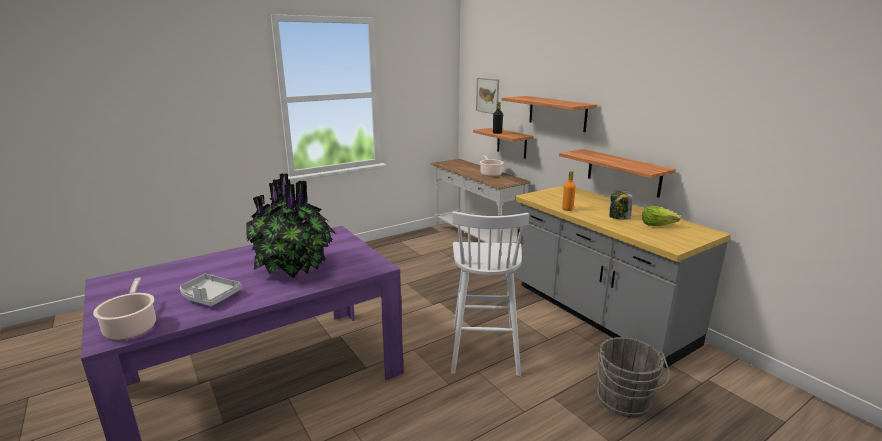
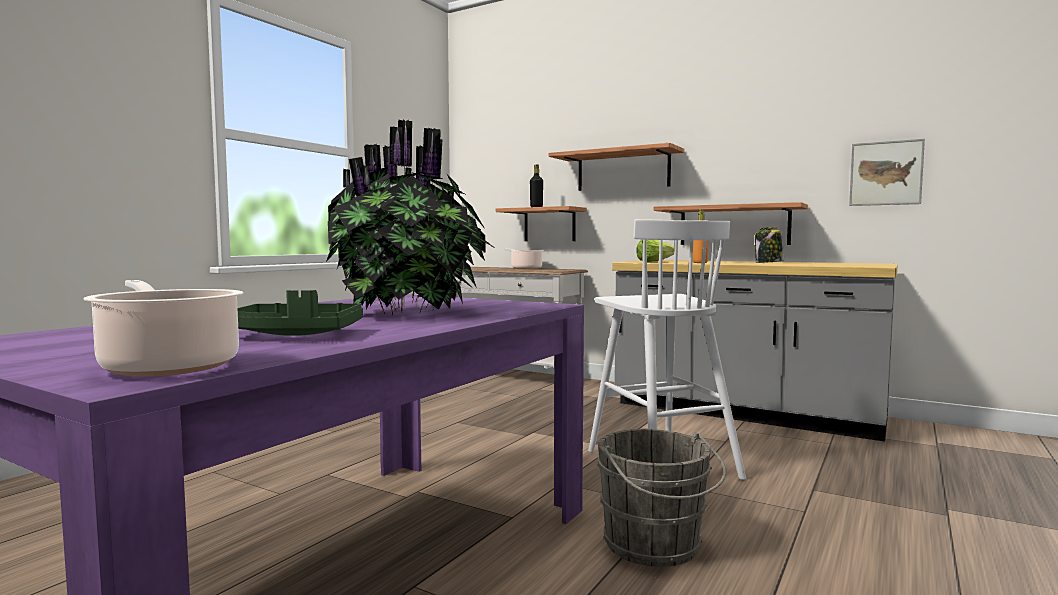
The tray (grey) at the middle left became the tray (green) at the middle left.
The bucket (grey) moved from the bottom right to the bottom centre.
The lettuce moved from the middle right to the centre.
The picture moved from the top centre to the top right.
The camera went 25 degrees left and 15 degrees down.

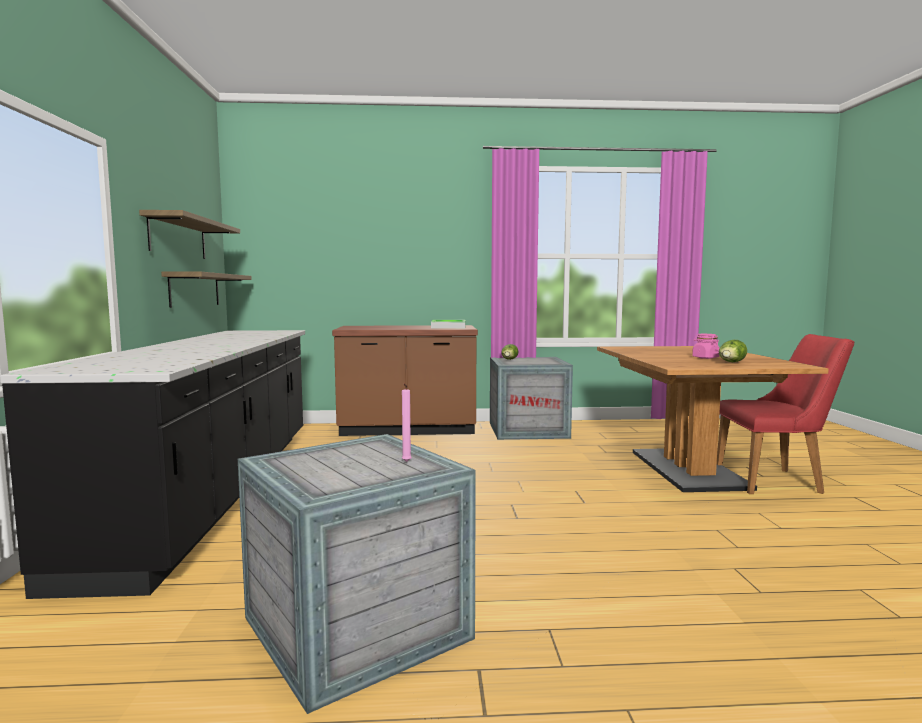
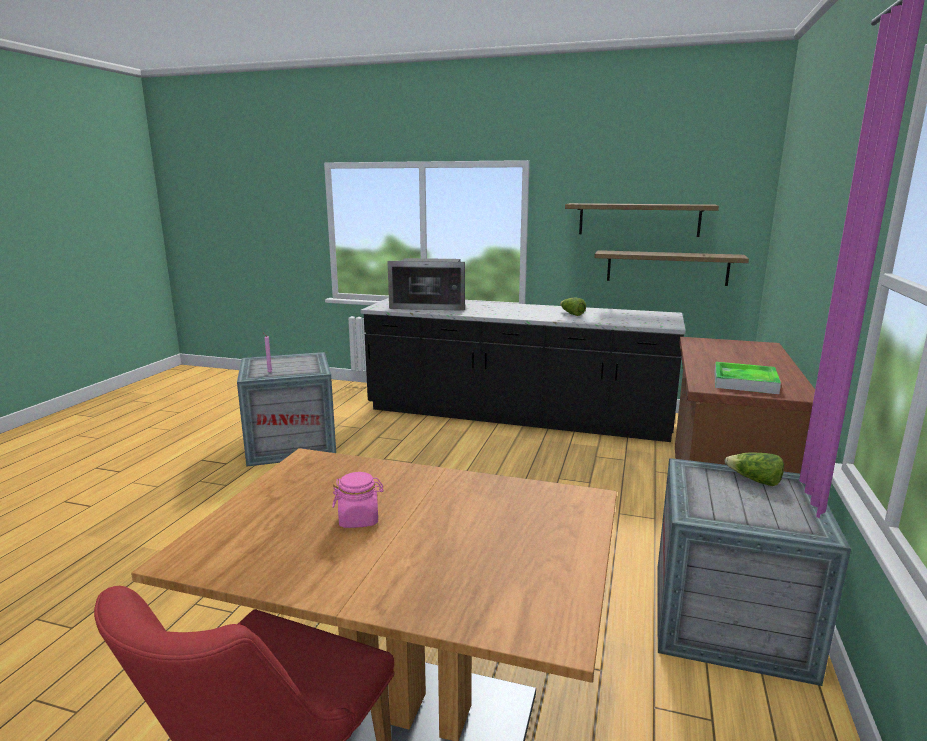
The microwave at the centre appeared.
The lettuce (no. 2 from left in the first image) moved from the middle right to the centre.
The camera went 110 degrees right and 10 degrees up.

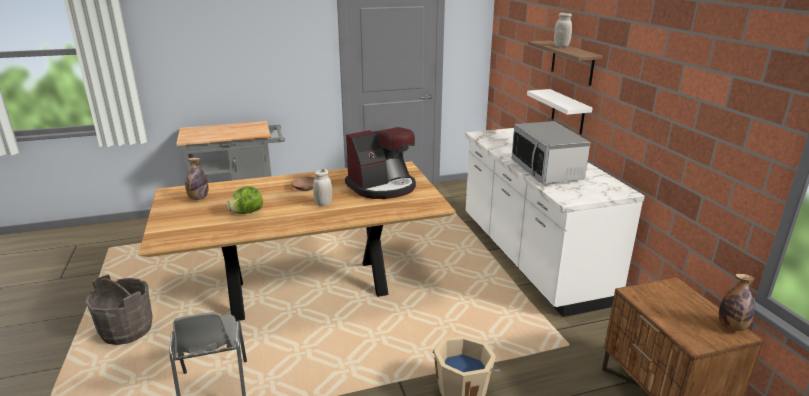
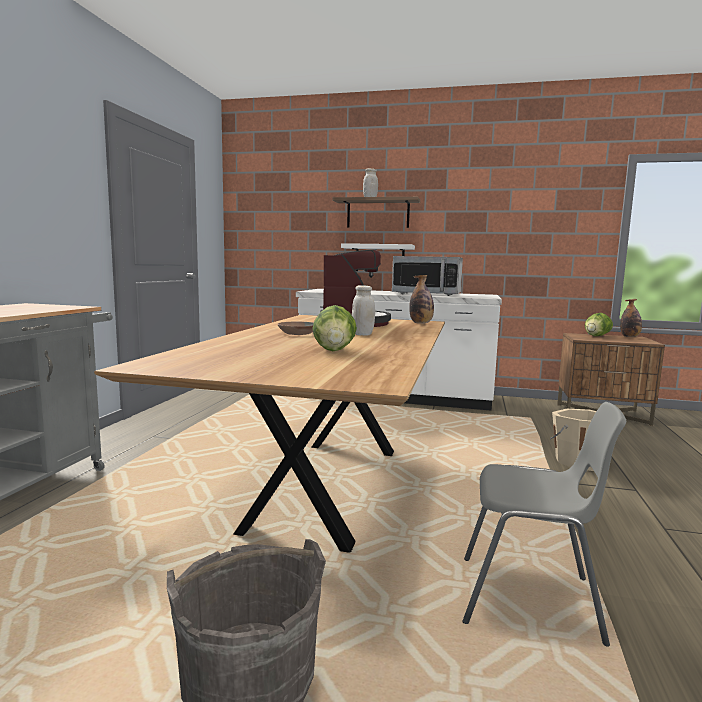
The bottle (no. 1 from left) moved from the middle left to the centre.
The lettuce (no. 2 from left) at the middle right appeared.
The camera went 60 degrees left and 15 degrees down.

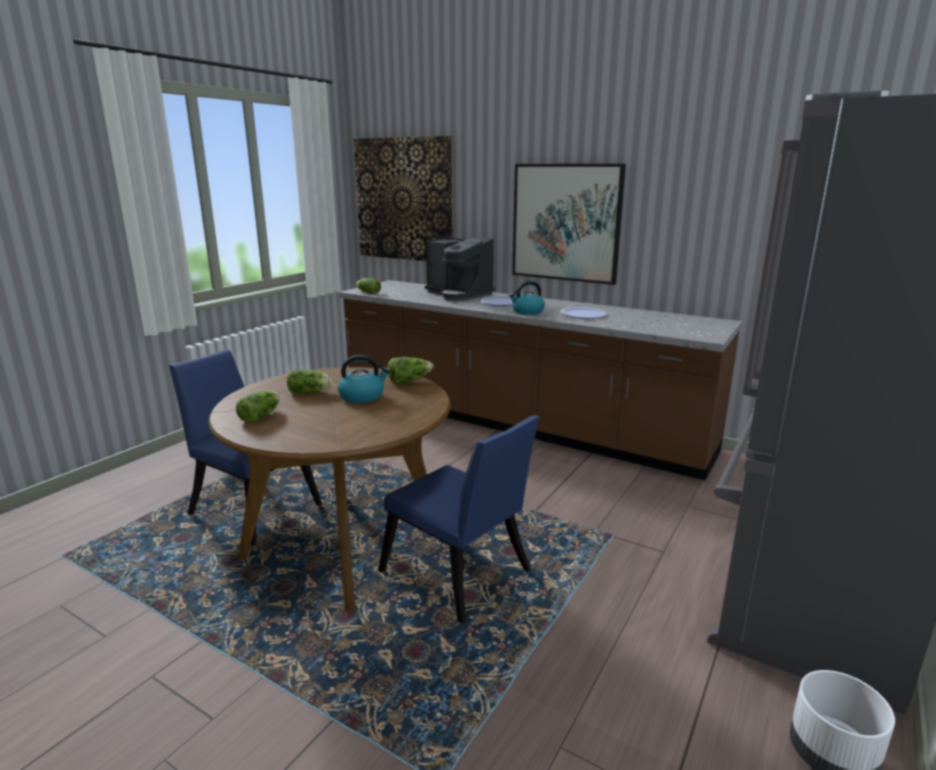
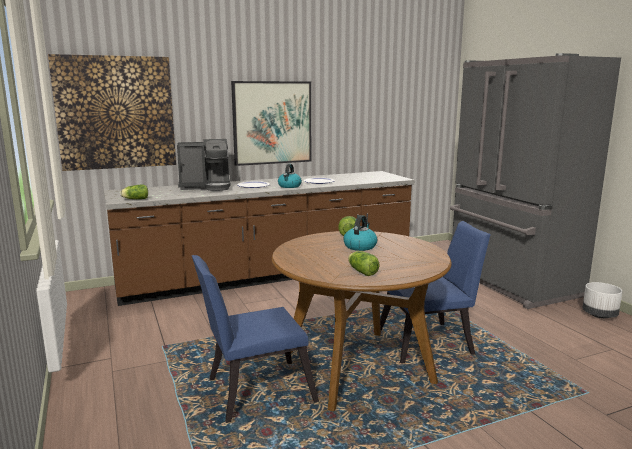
The lettuce (no. 2 from left) at the middle left disappeared.
The camera went 55 degrees left and 5 degrees down.

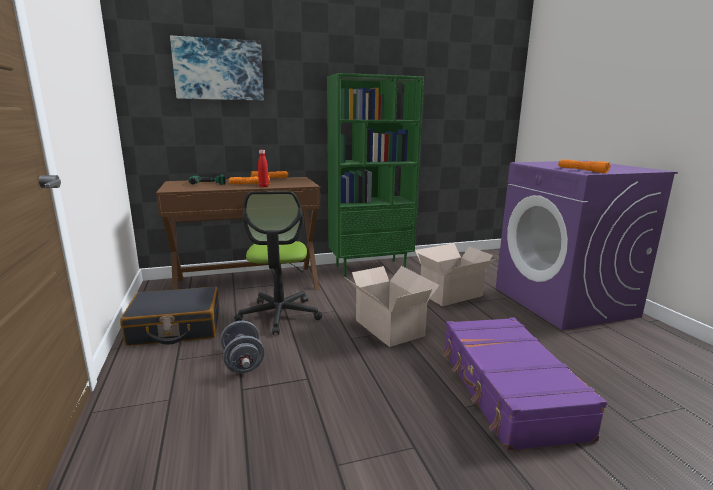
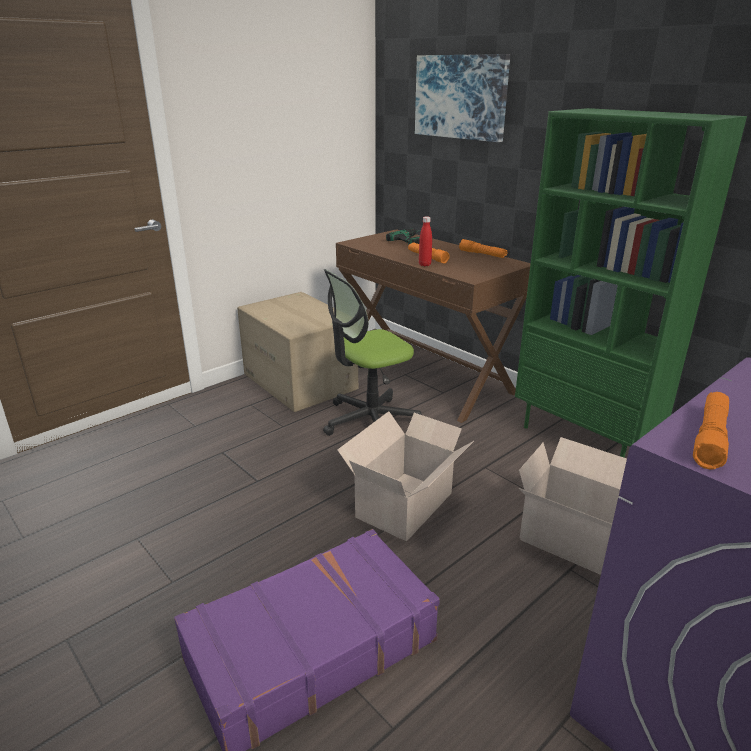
The suitcase (black) at the middle left was replaced by the cardboard box (no. 1 from left) at the centre.
The dumbbell (grey) at the bottom centre disappeared.
The camera went 65 degrees right and 10 degrees up.

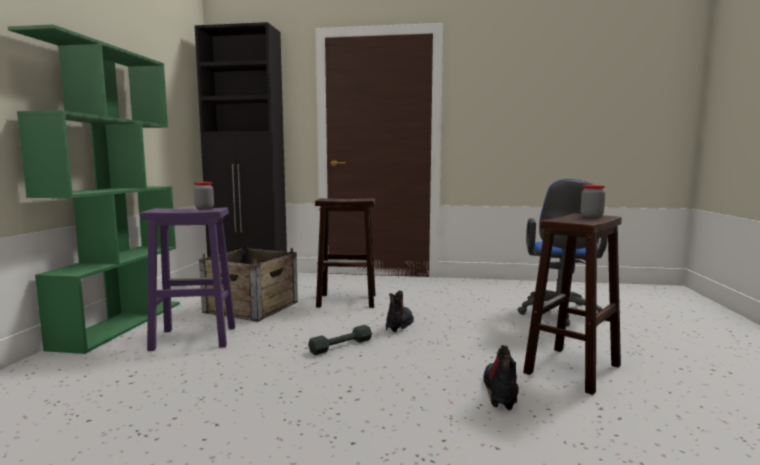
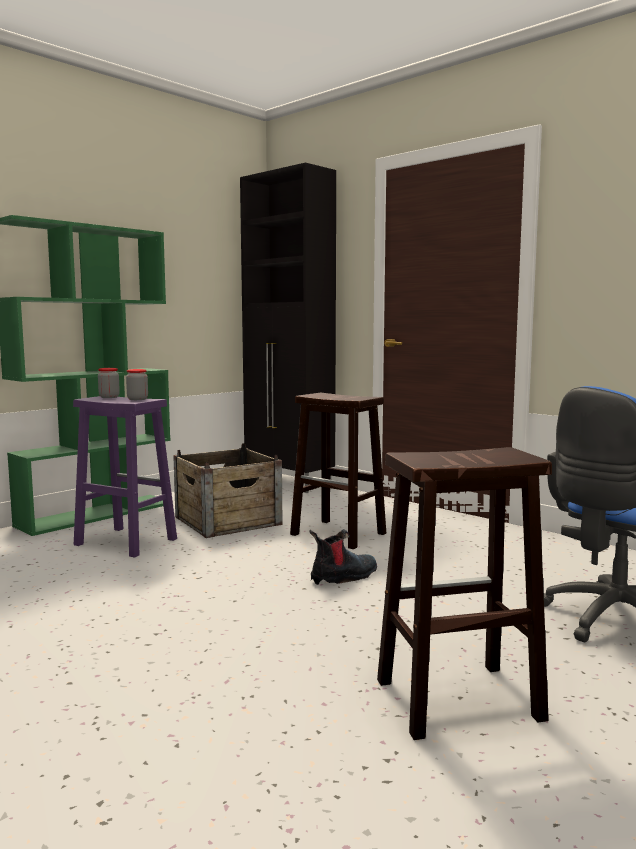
The jar (no. 2 from left in the first image) moved from the middle right to the middle left.
The dumbbell (grey) at the bottom centre disappeared.
The boot (no. 2 from left) at the bottom centre disappeared.
The camera went 35 degrees right and 0 degrees up.

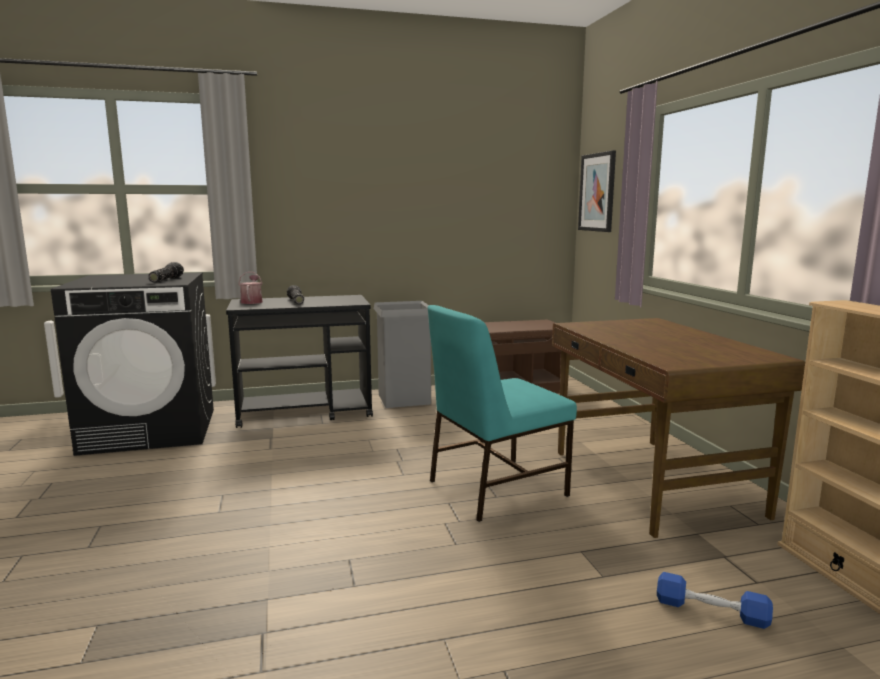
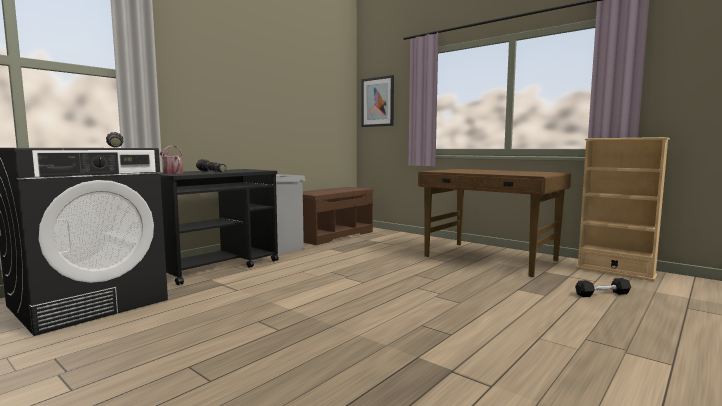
The dumbbell (blue) at the bottom right became the dumbbell (black) at the bottom right.
The chair (turquoise) at the centre disappeared.
The camera went 35 degrees left and 5 degrees down.

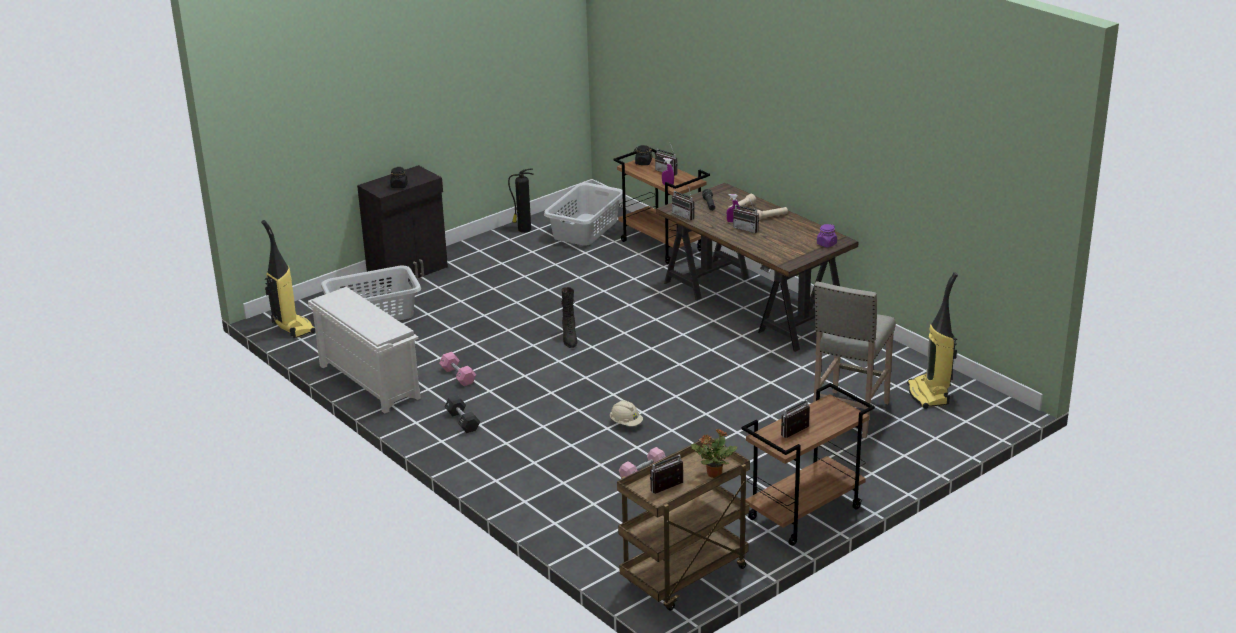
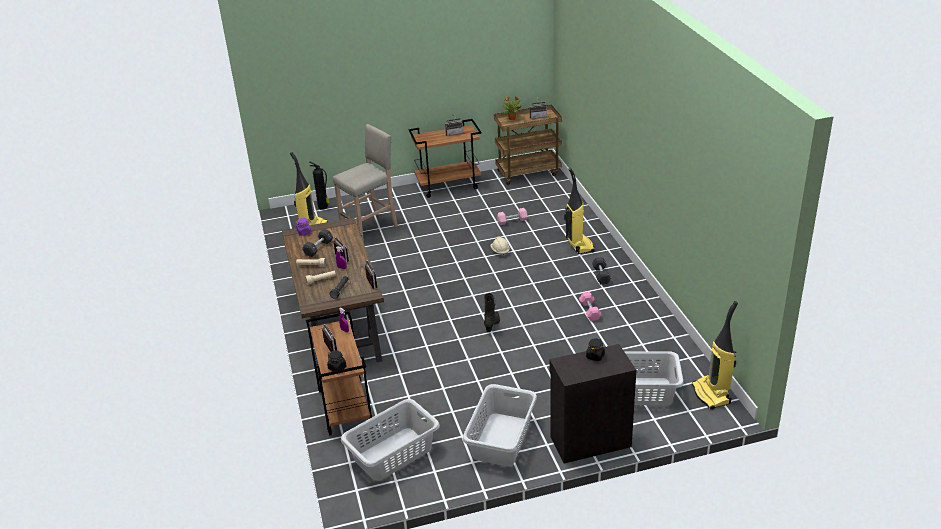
The dumbbell (black) (no. 1 from left) at the centre appeared.
The fire extinguisher moved from the top centre to the centre.
The laundry basket (grey) (no. 2 from left) at the bottom centre appeared.
The vacuum cleaner (no. 2 from left) at the centre appeared.
The shoe rack (white) at the middle left disappeared.
The camera went 155 degrees left and 5 degrees up.

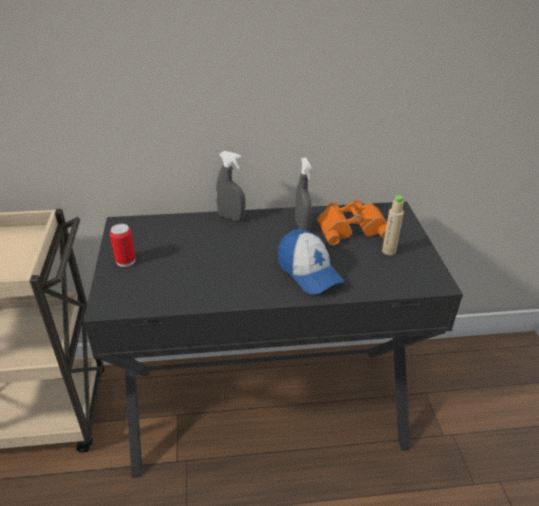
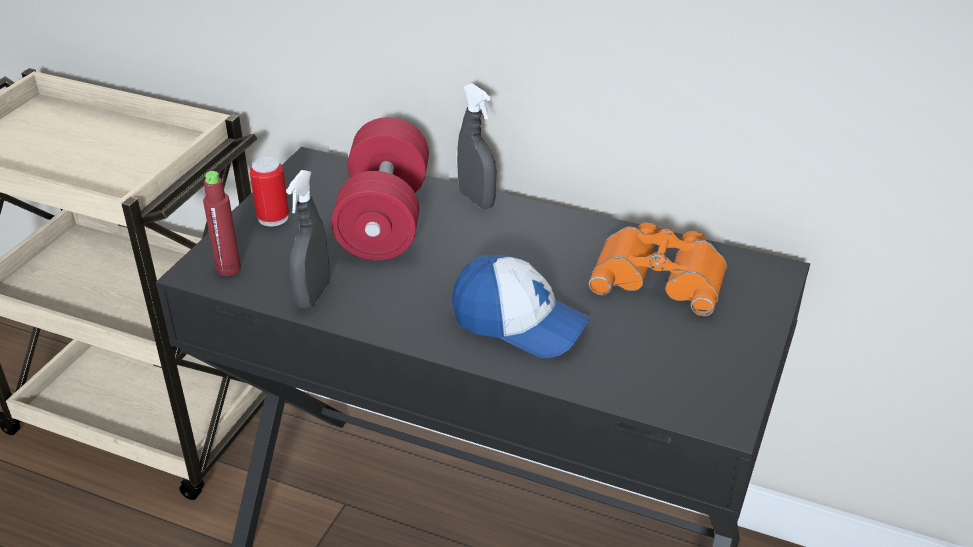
The bottle (red) at the middle left appeared.
The spray bottle (grey) (no. 2 from left in the first image) moved from the centre to the middle left.
The dumbbell (red) at the centre appeared.
The cap at the centre turned 60 degrees counterclockwise.
The bottle (beige) at the middle right disappeared.
The camera went 30 degrees right and 0 degrees up.

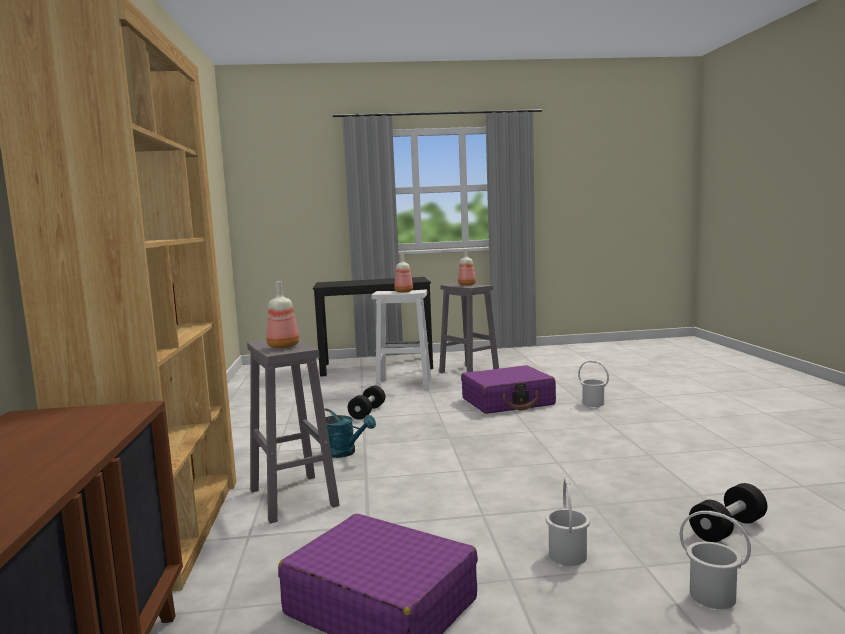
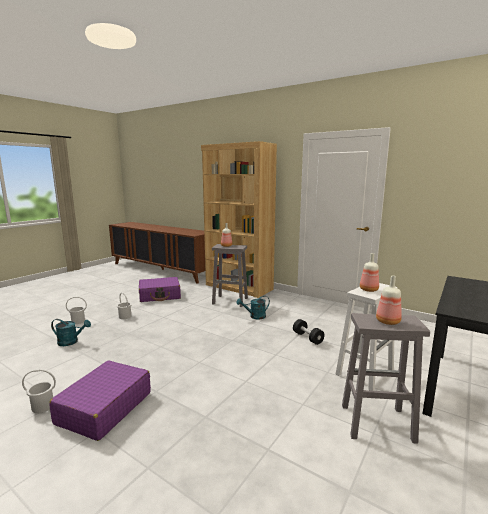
The bucket (white) (no. 2 from left in the first image) moved from the middle right to the bottom left.
The suitcase (purple) (no. 2 from left in the first image) moved from the centre to the bottom left.
The dumbbell (black) (no. 2 from left) at the bottom right was replaced by the watering can (turquoise) (no. 1 from left) at the middle left.
The camera went 130 degrees right and 5 degrees up.

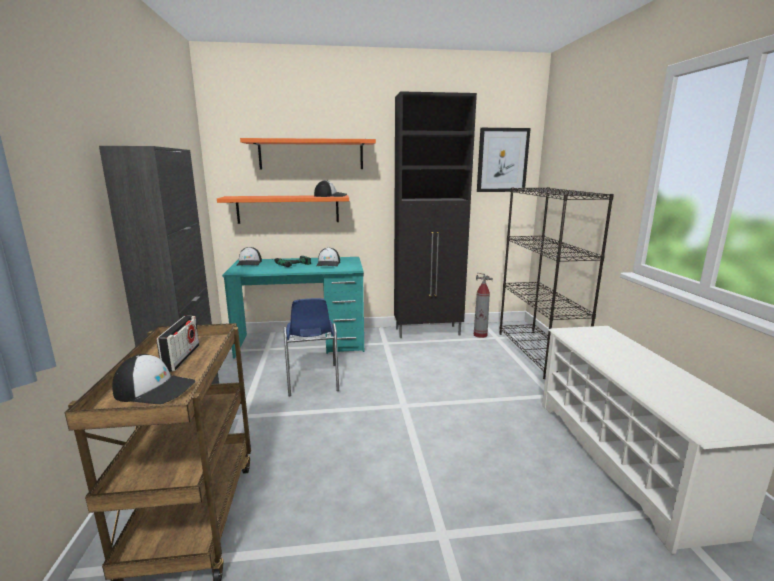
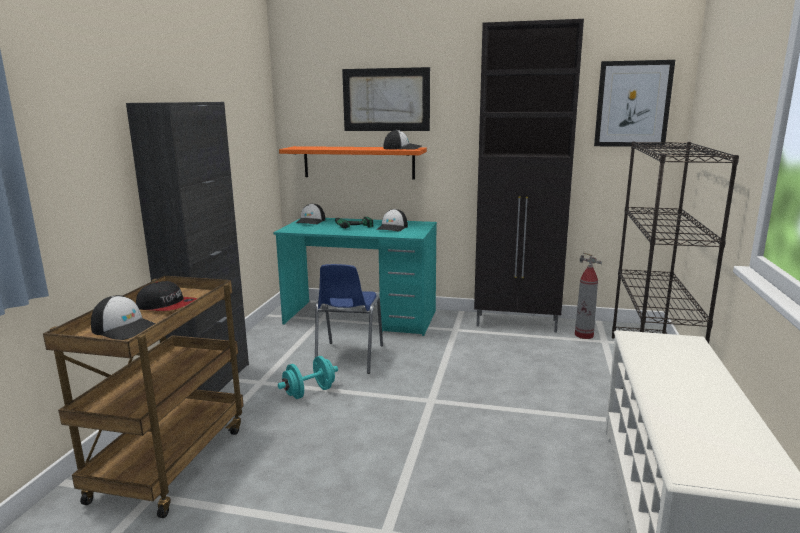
The radio at the middle left was replaced by the cap (no. 2 from left) at the middle left.
The dumbbell (turquoise) at the bottom centre appeared.
The shelf (orange) (no. 2 from left) at the top centre was replaced by the picture (no. 1 from left) at the top centre.
The camera went 20 degrees right and 0 degrees up.

